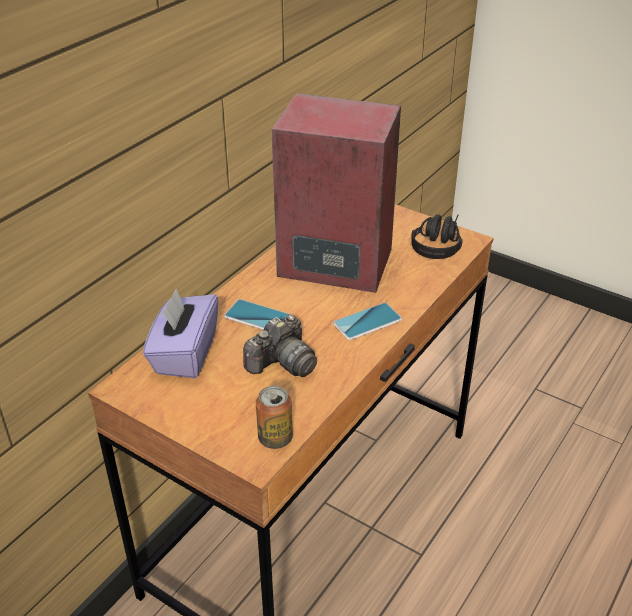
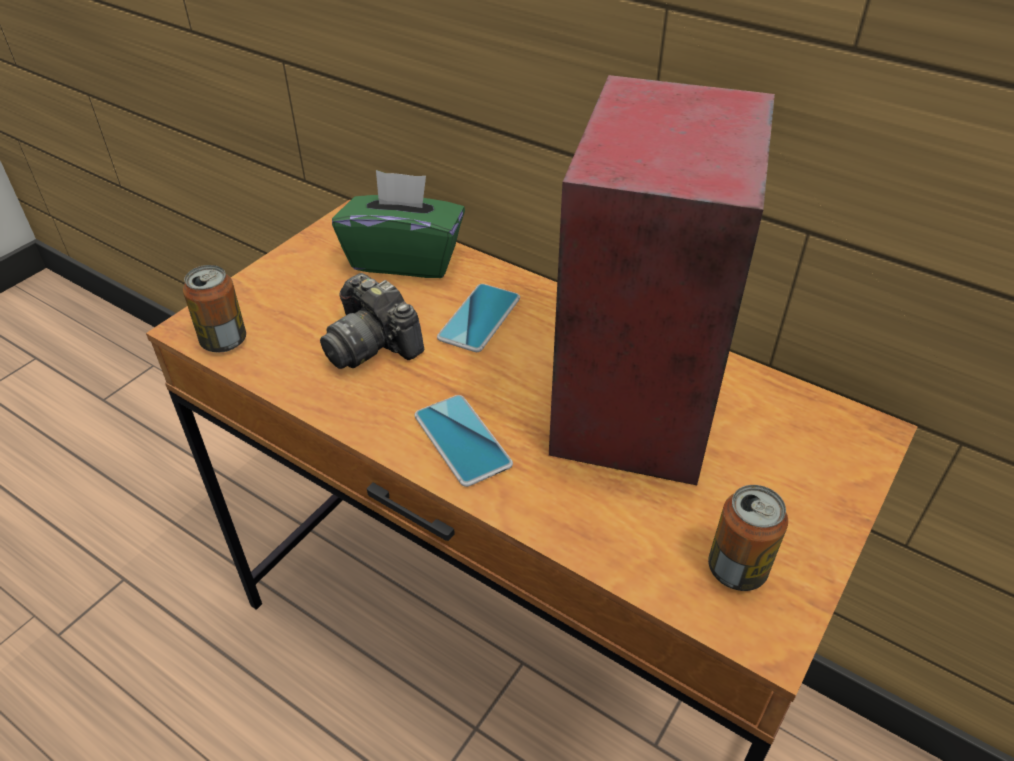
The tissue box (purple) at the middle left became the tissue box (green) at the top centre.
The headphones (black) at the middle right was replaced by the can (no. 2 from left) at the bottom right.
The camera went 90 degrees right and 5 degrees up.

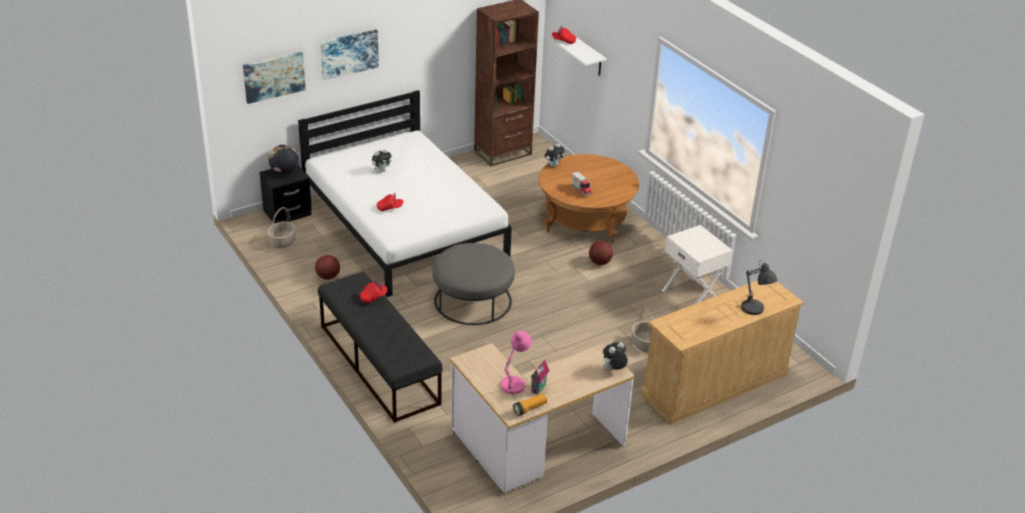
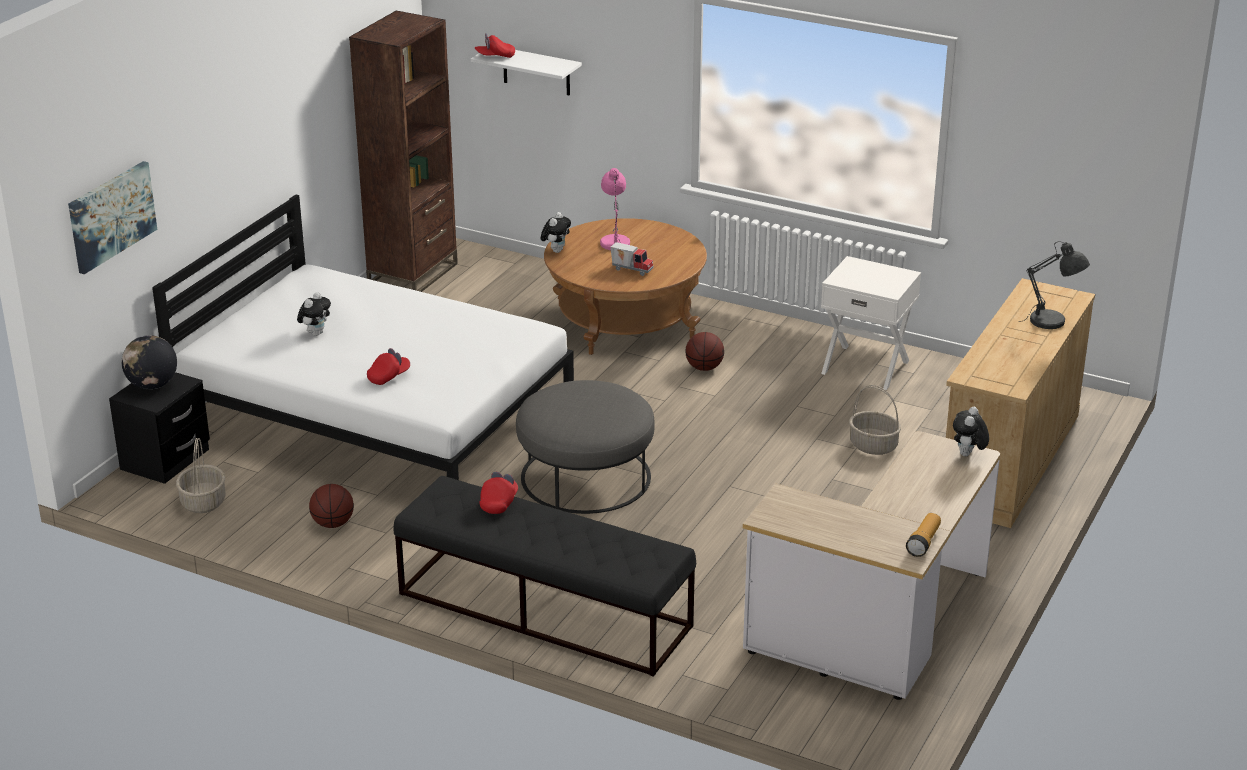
The table lamp (pink) moved from the bottom centre to the top centre.
The picture (no. 2 from left) at the top centre disappeared.
The toy house at the bottom centre disappeared.
The camera went 30 degrees left and 5 degrees down.

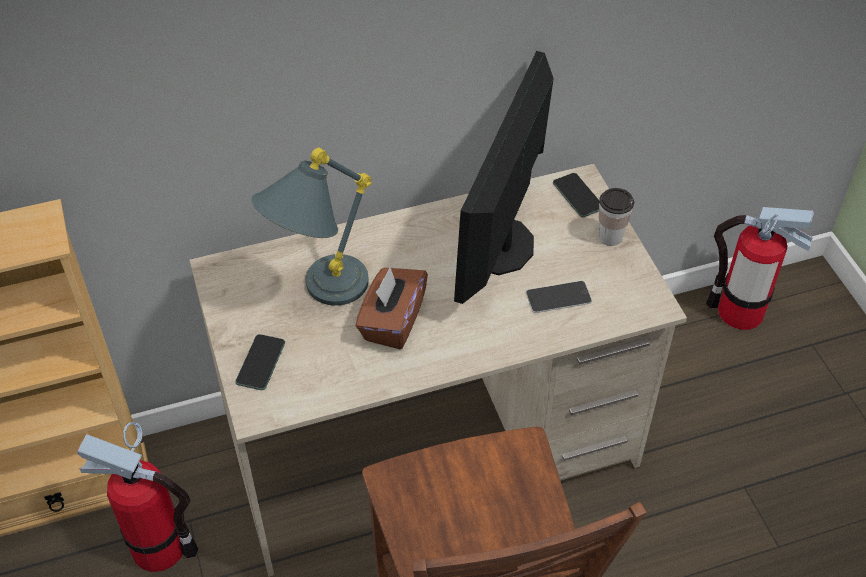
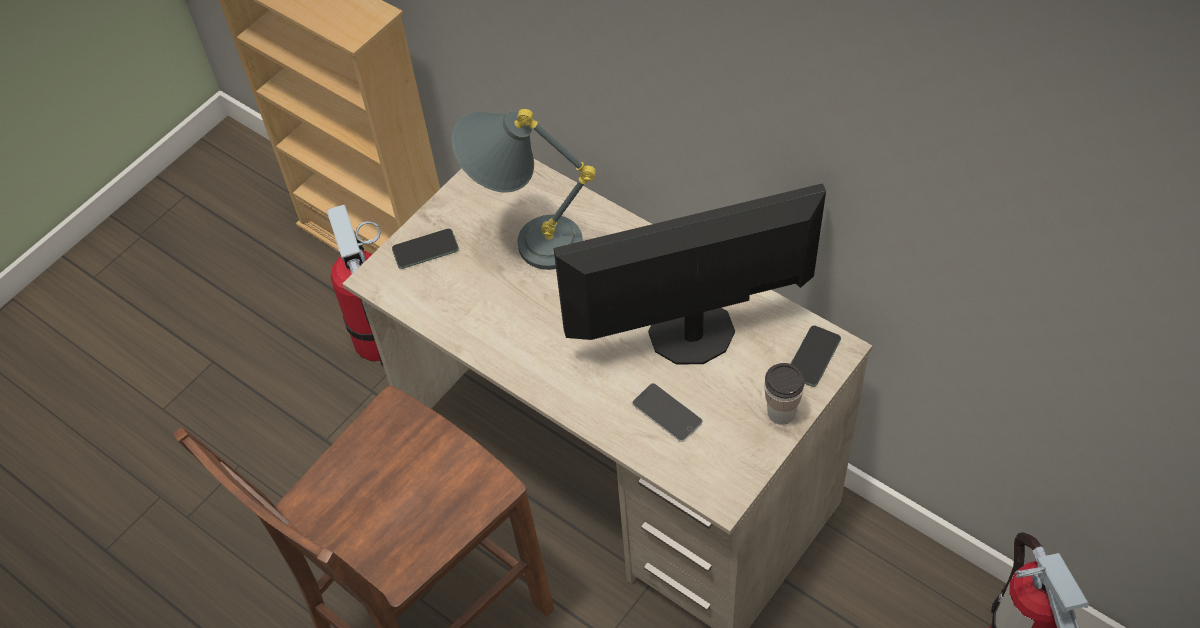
The tissue box (brown) at the centre disappeared.
The camera went 60 degrees right and 5 degrees up.

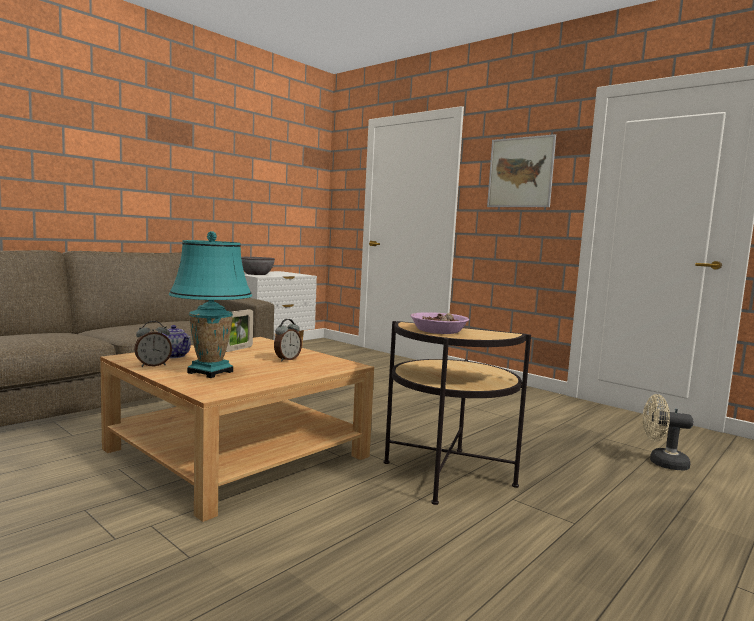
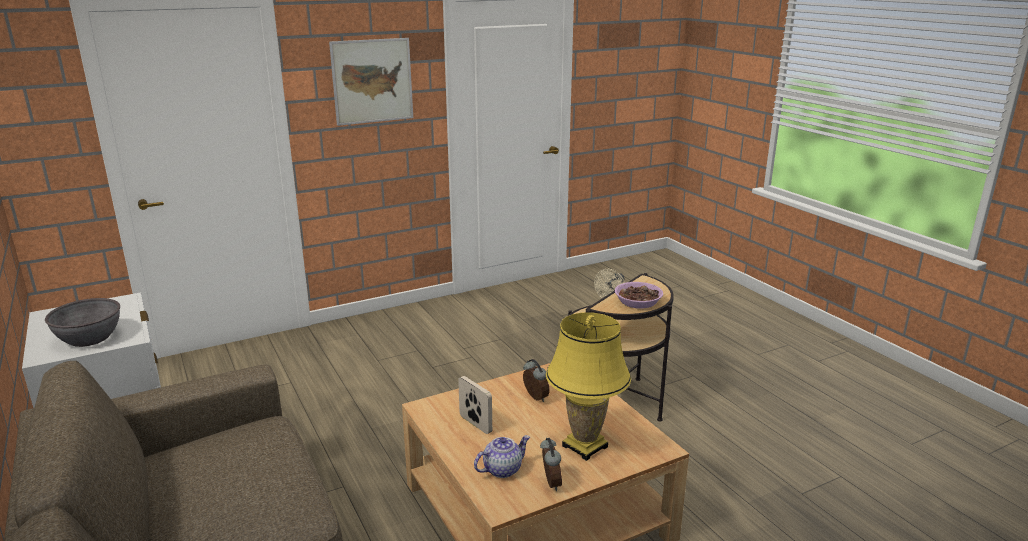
The table lamp (turquoise) at the middle left became the table lamp (yellow) at the bottom centre.
The camera went 70 degrees left and 15 degrees up.

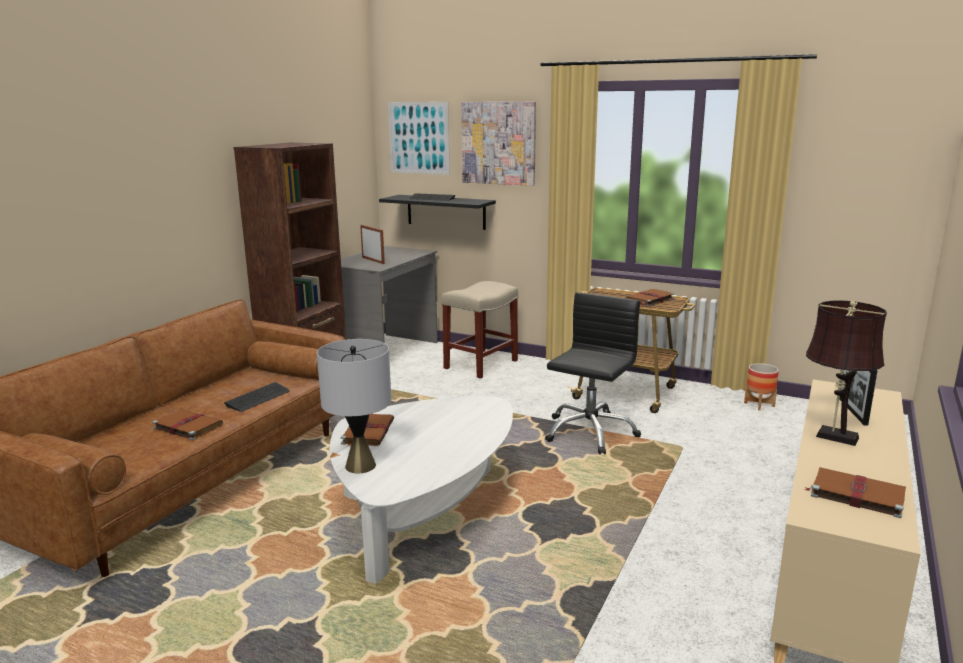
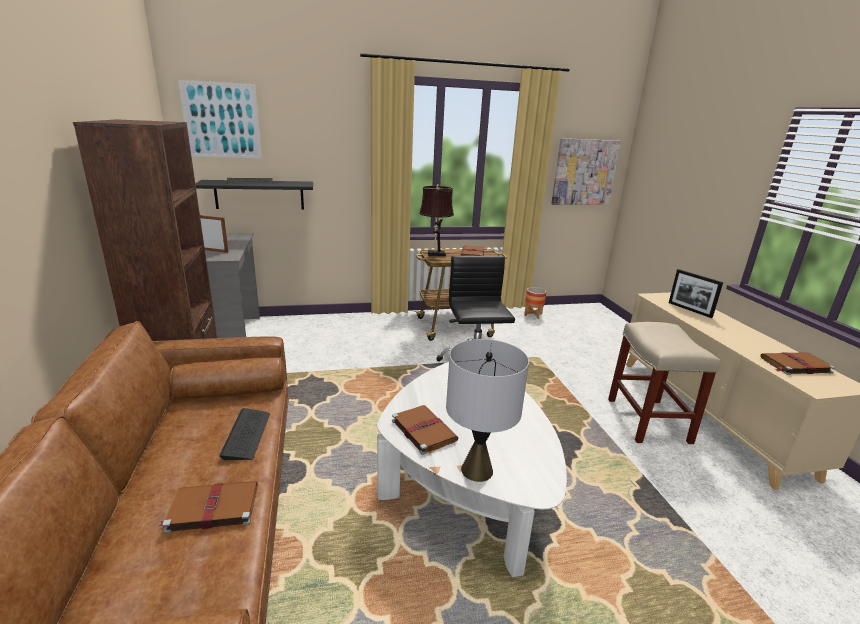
The table lamp (brown) moved from the middle right to the centre.
The picture (no. 2 from left) moved from the top centre to the top right.
The stool (beige) moved from the centre to the middle right.
The camera went 40 degrees left and 5 degrees up.

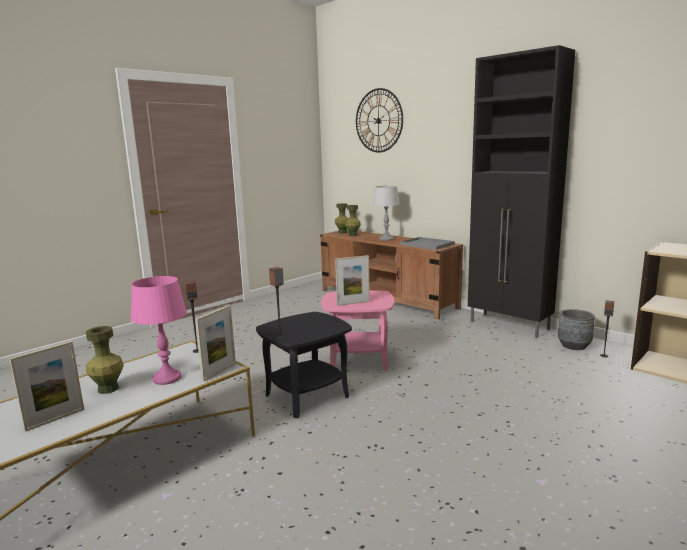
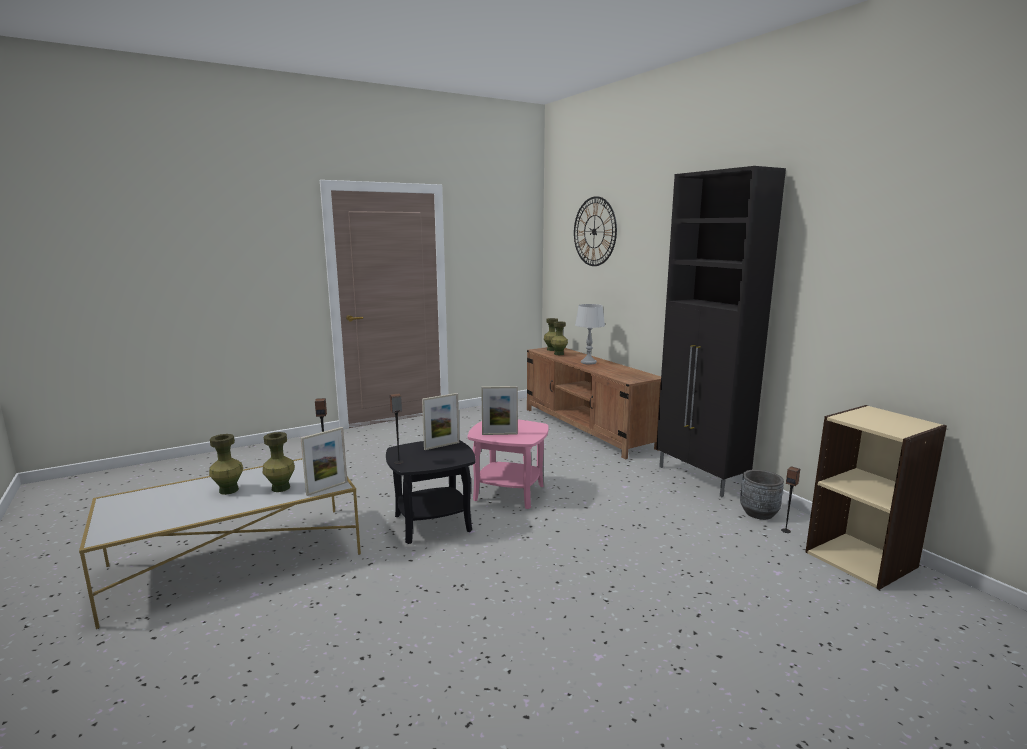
The table lamp (pink) at the middle left was replaced by the vase (green) (no. 2 from left) at the middle left.
The picture frame (no. 1 from left in the first image) moved from the bottom left to the centre.
The tray (grey) at the centre disappeared.
The camera went 15 degrees right and 0 degrees up.

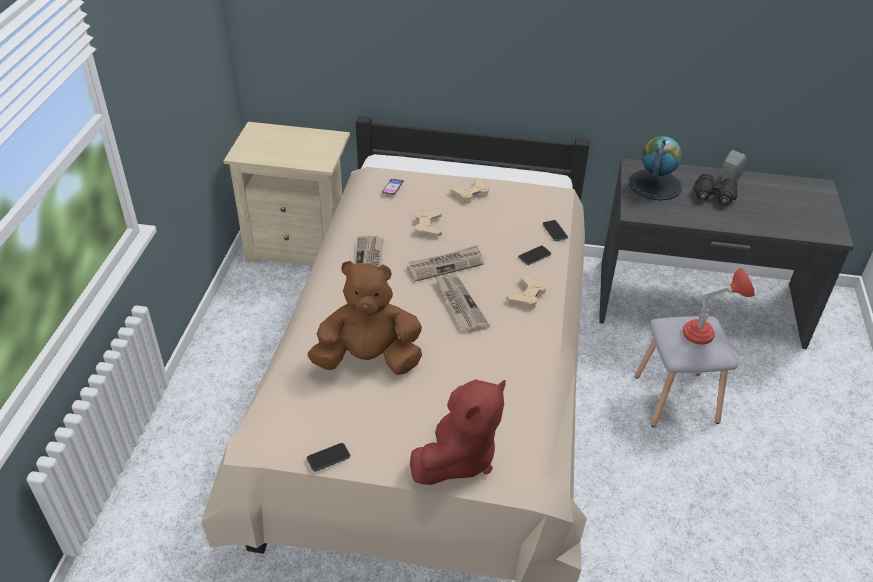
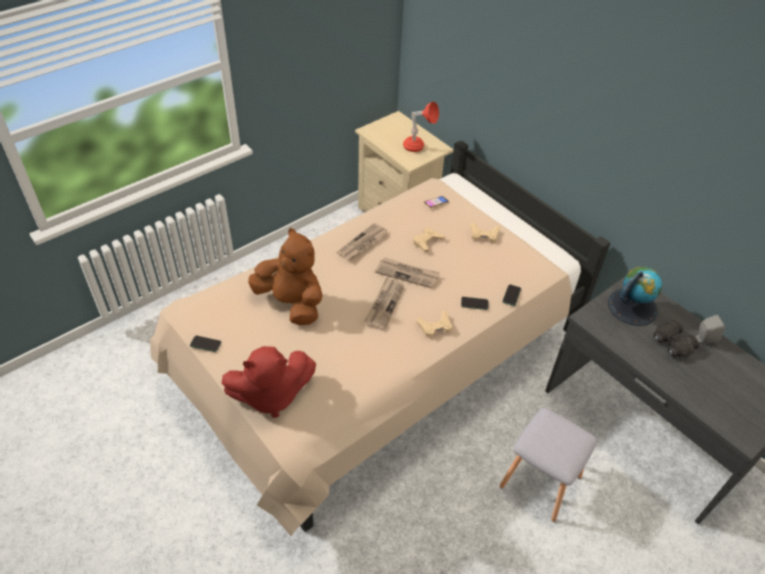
The table lamp (red) moved from the middle right to the top centre.
The camera went 40 degrees right and 5 degrees up.

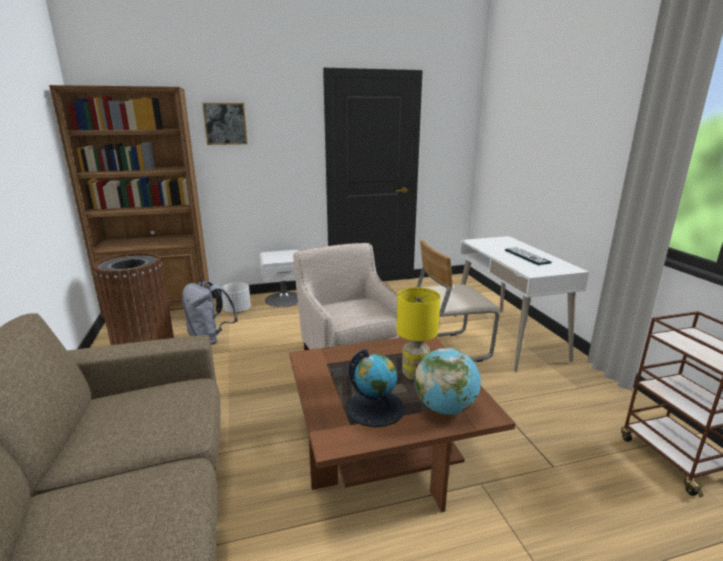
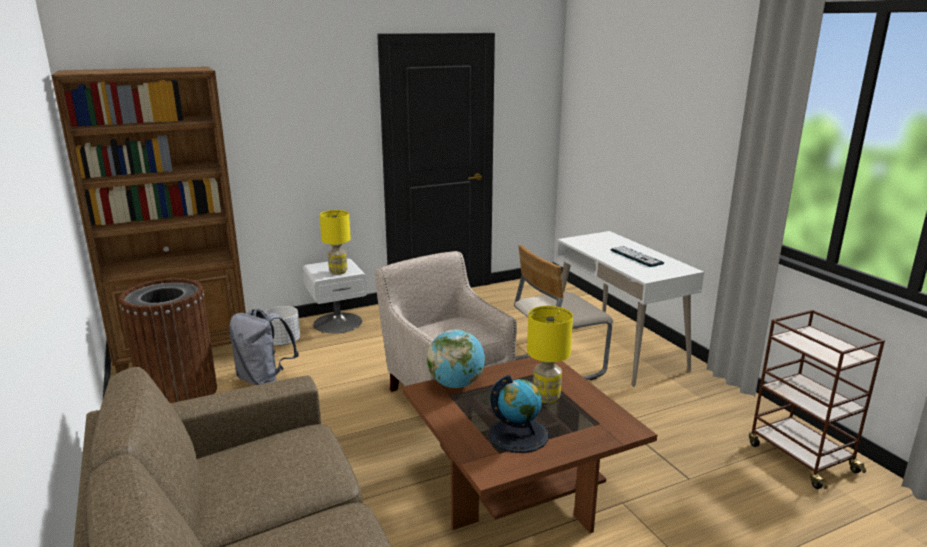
The table lamp (yellow) (no. 1 from left) at the centre appeared.
The globe (no. 2 from left in the first image) moved from the bottom centre to the centre.
The picture at the top left disappeared.
The camera went 10 degrees left and 0 degrees up.

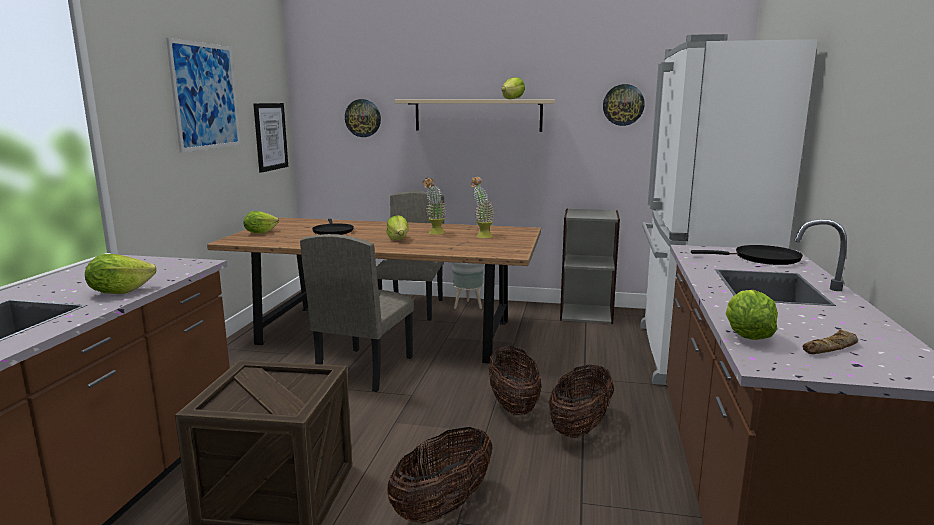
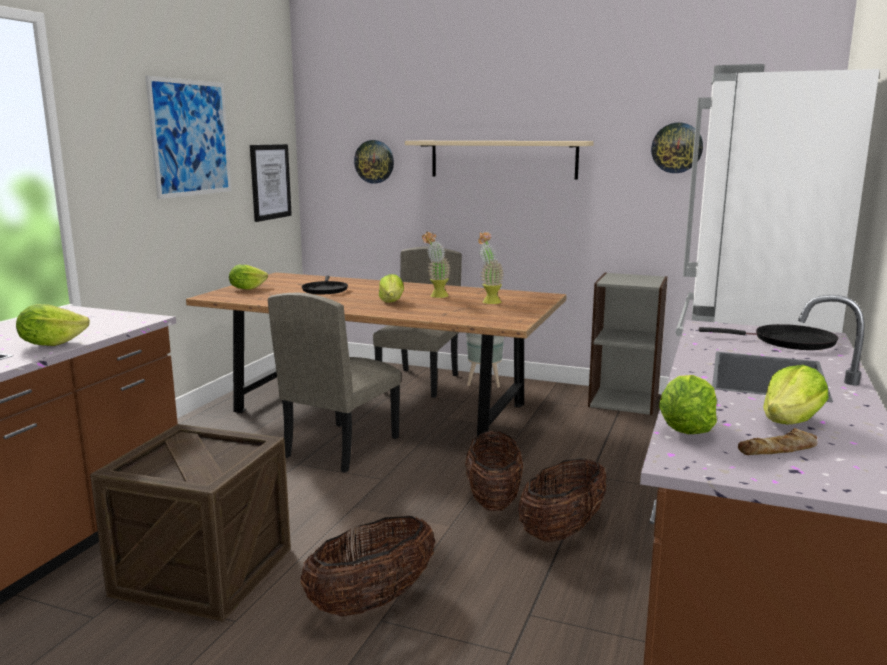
The lettuce (no. 4 from left in the first image) moved from the top centre to the middle right.
The camera went 10 degrees right and 0 degrees up.

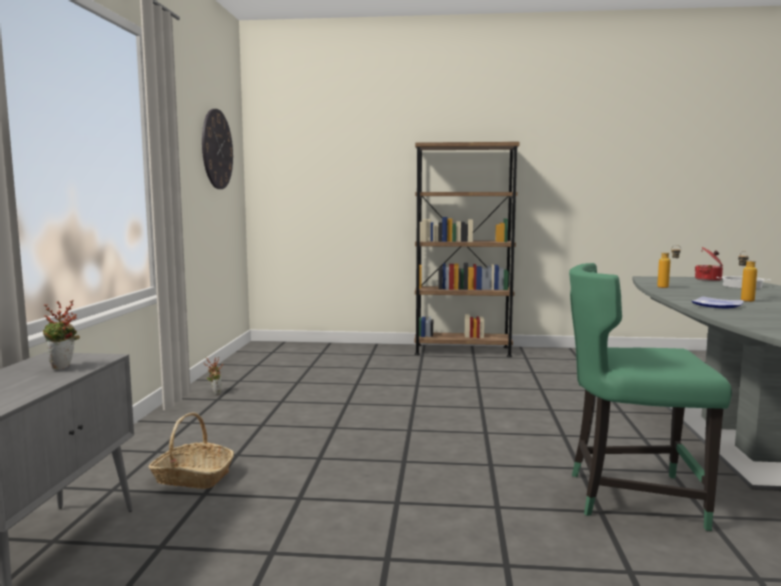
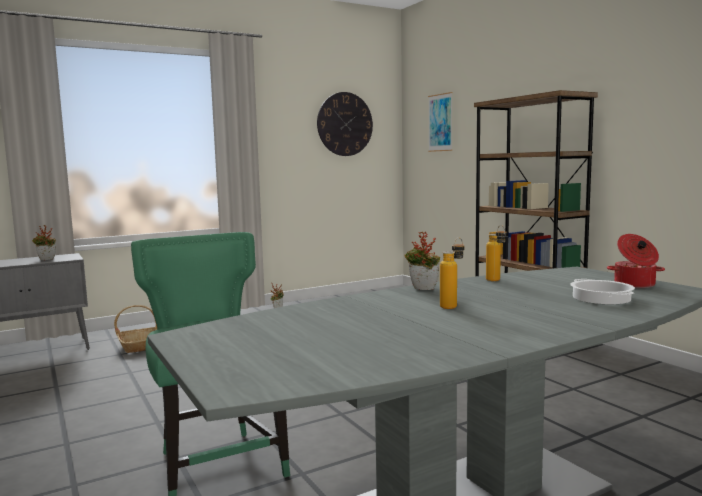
The potted plant (no. 3 from left) at the centre appeared.
The picture at the top centre appeared.
The plate at the middle right disappeared.
The camera went 55 degrees right and 0 degrees up.

